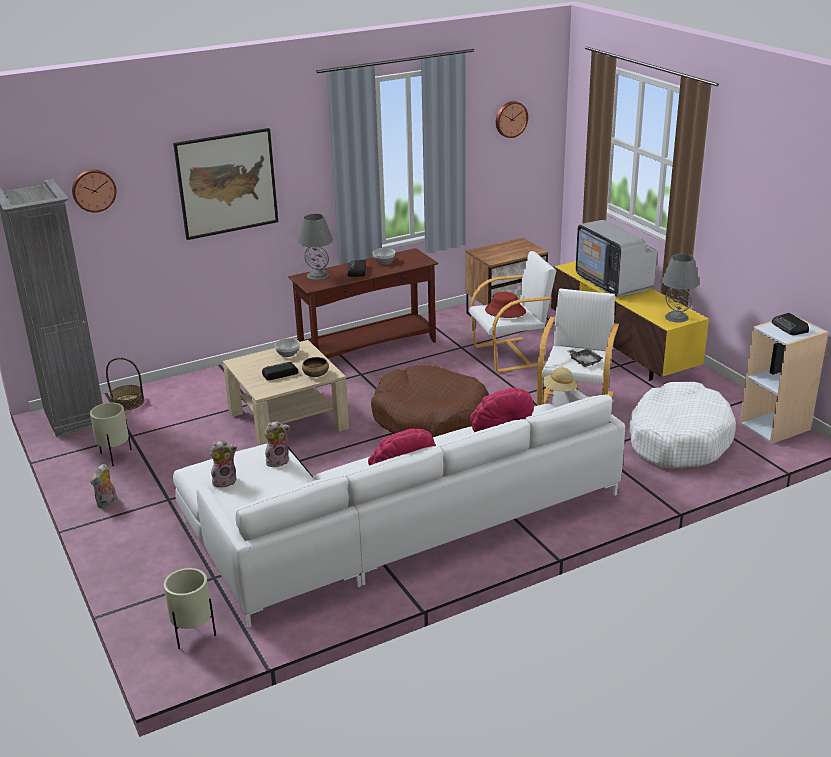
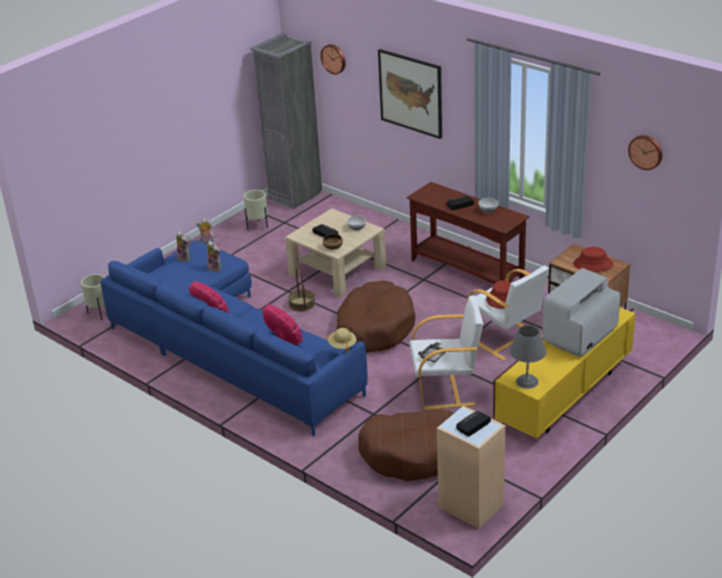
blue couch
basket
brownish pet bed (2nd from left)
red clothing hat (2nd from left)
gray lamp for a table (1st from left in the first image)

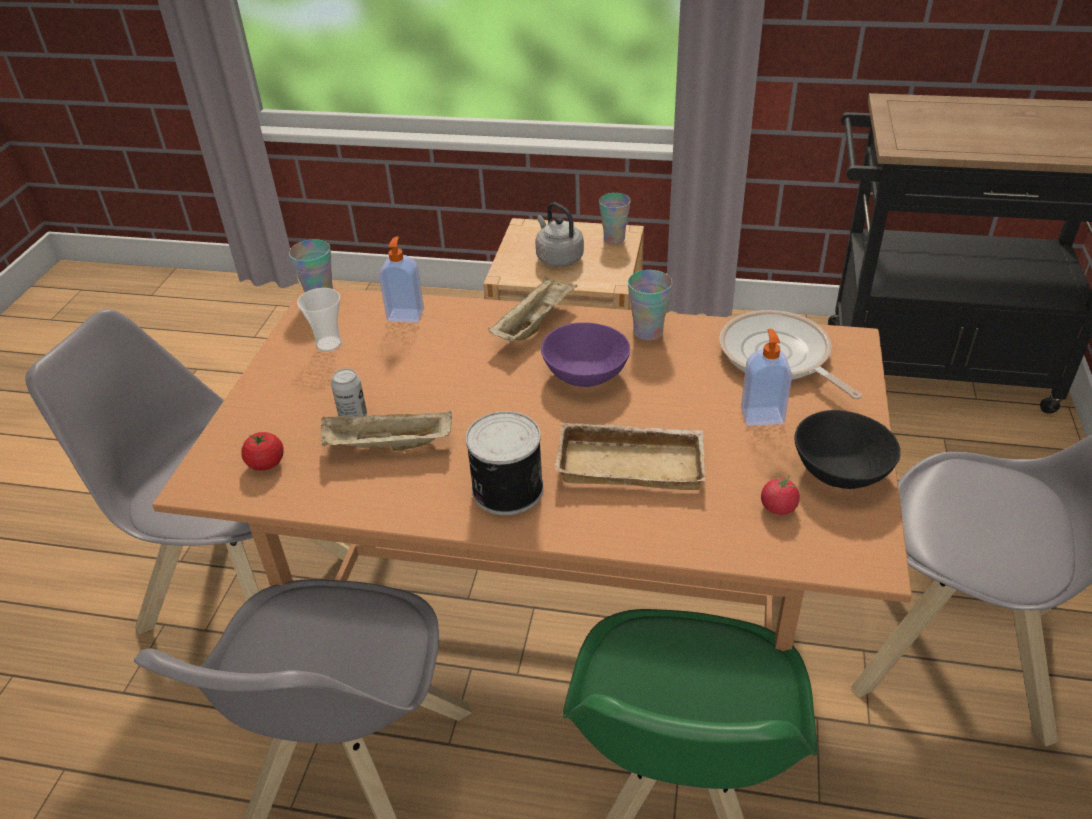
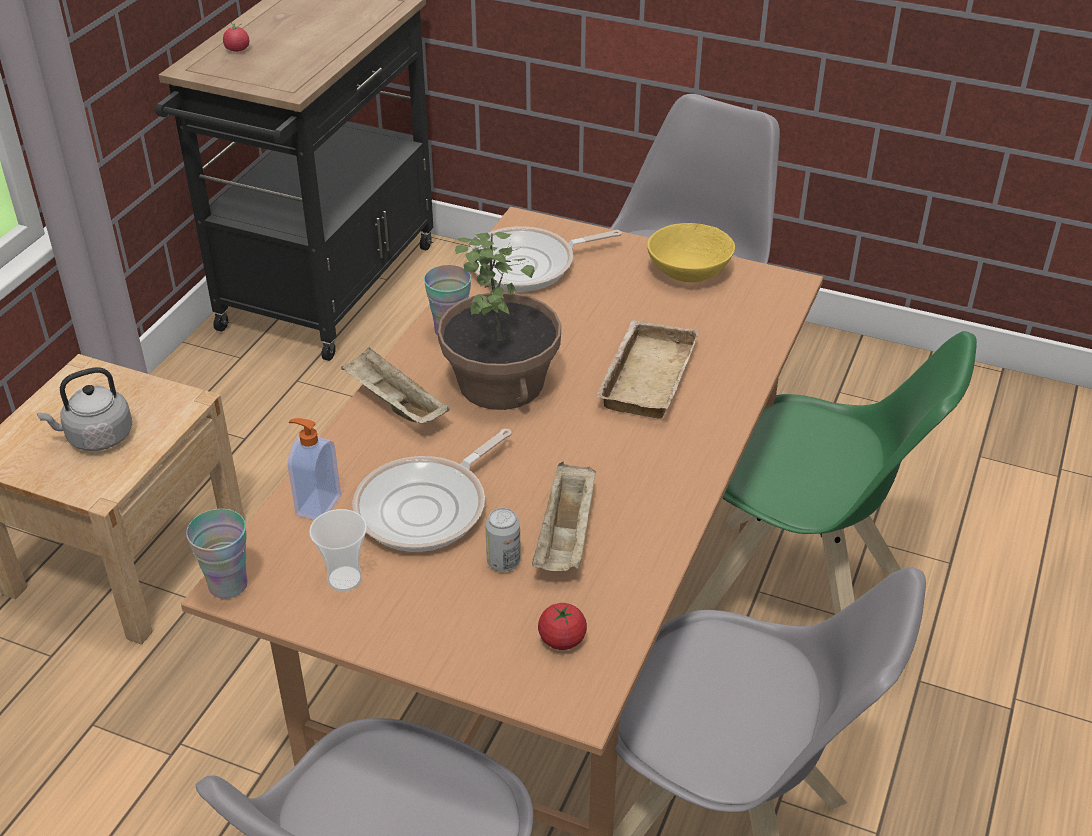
fresh tomato (1st from left)
pan (1st from left)
houseplant
yellowish bowl
metal can (2nd from left in the first image)
cup (3rd from left in the first image)
liquid soap bottle (2nd from left in the first image)

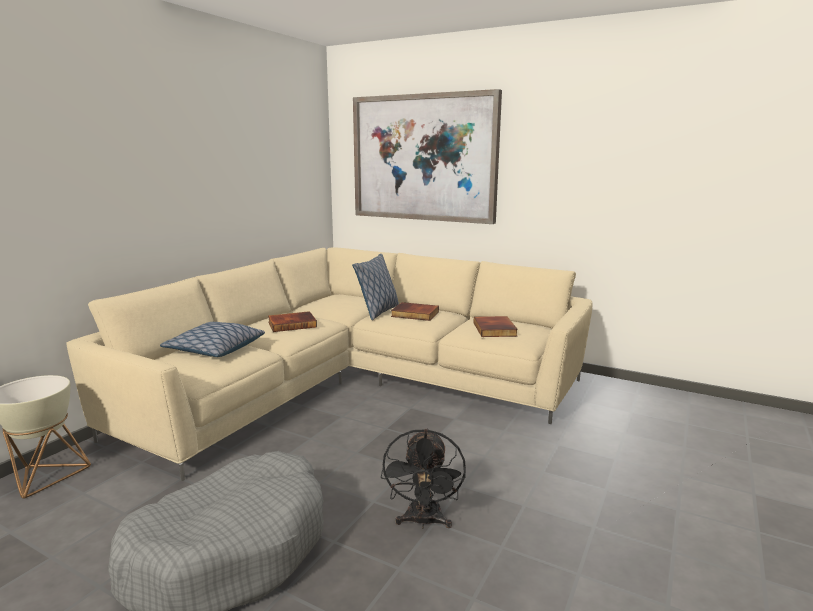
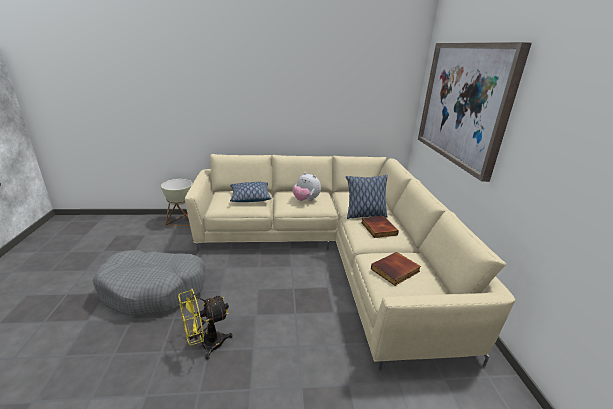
yellowish fan
cuddly toy

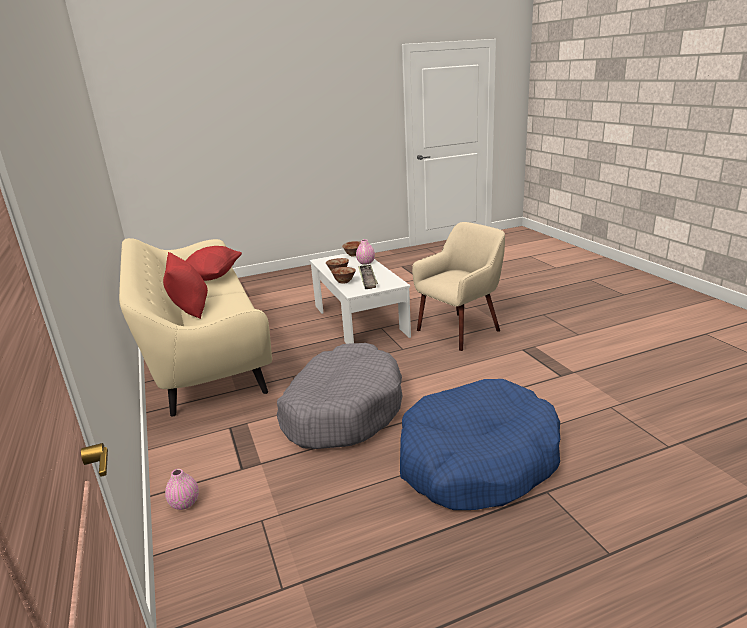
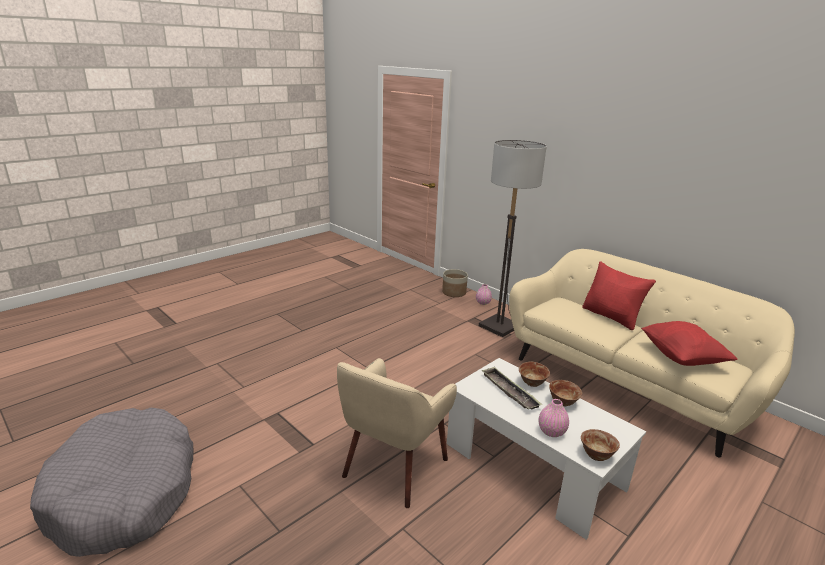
gray pet bed
plant pot
floor lamp
blue pet bed

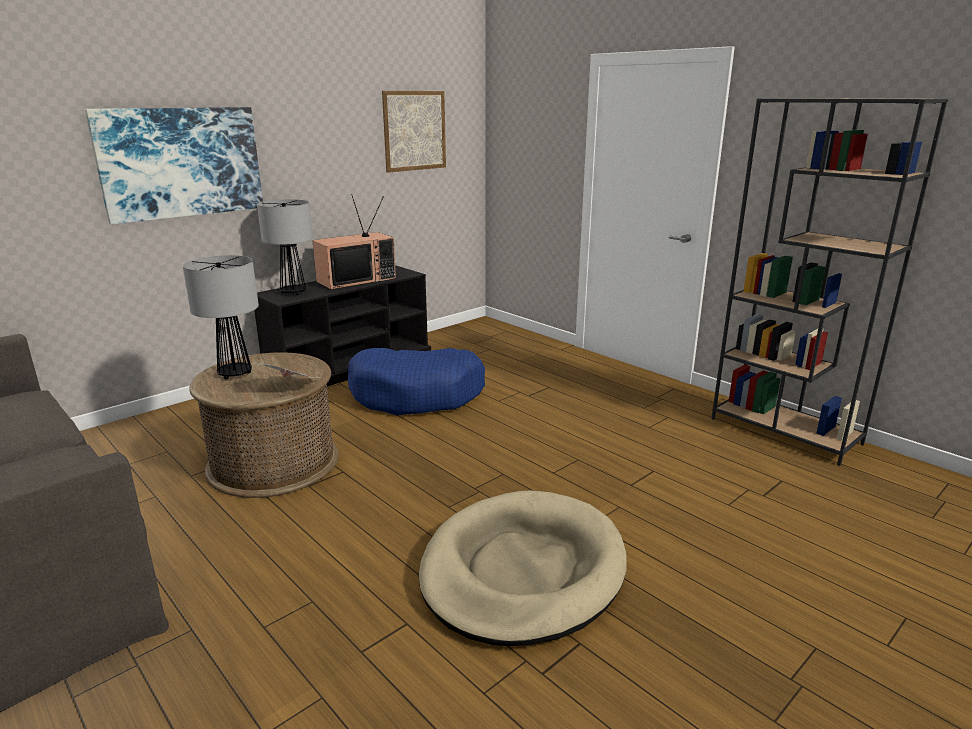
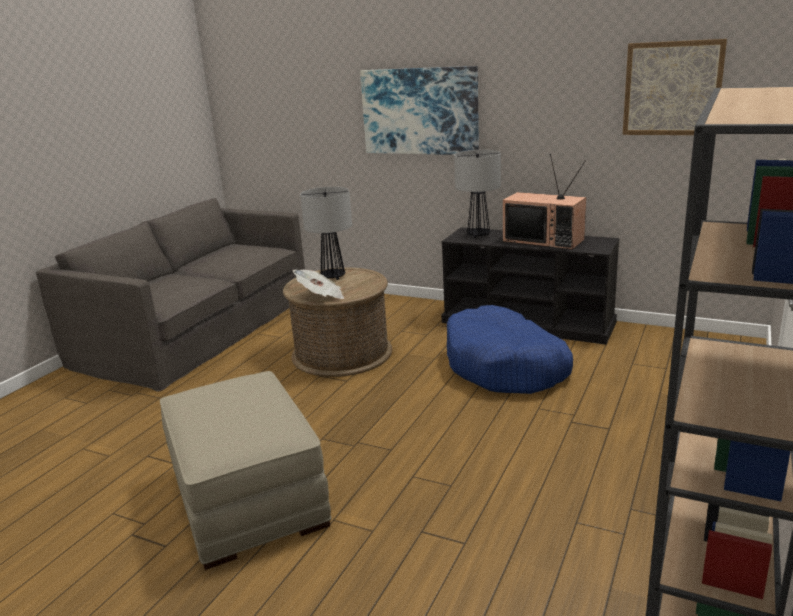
beige-coloured pouffe

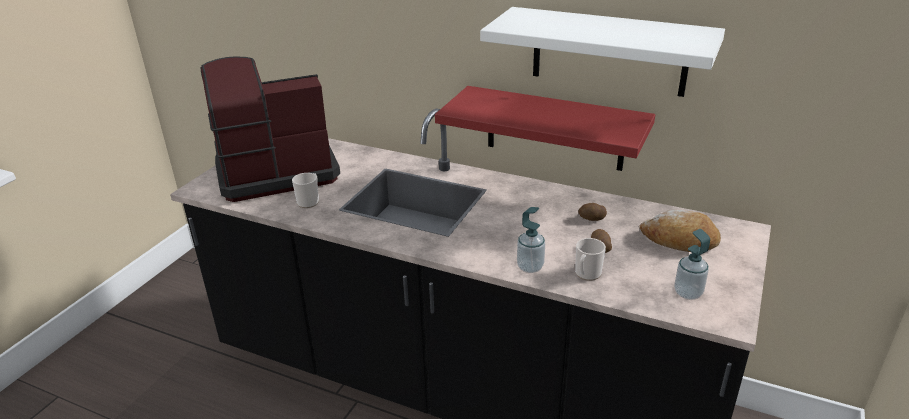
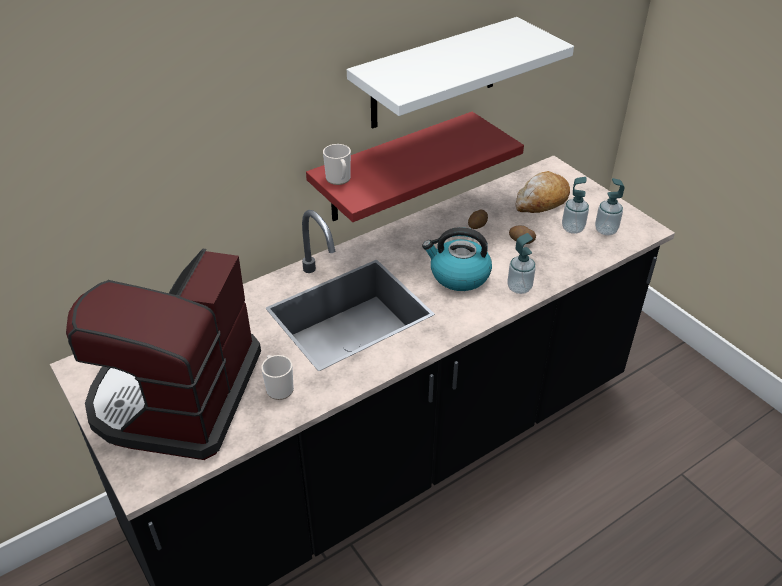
coffee mug (2nd from left)
water kettle
liquid soap bottle (2nd from left)

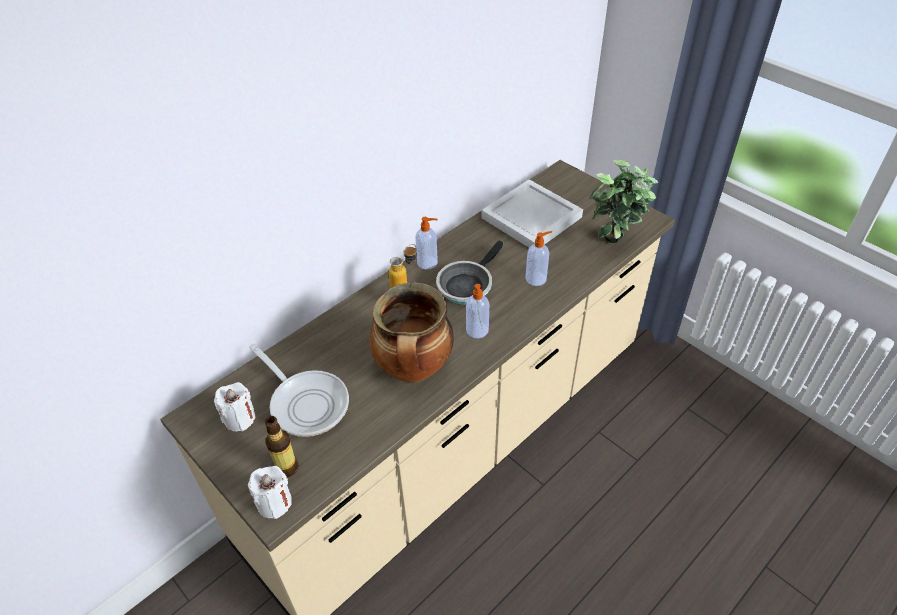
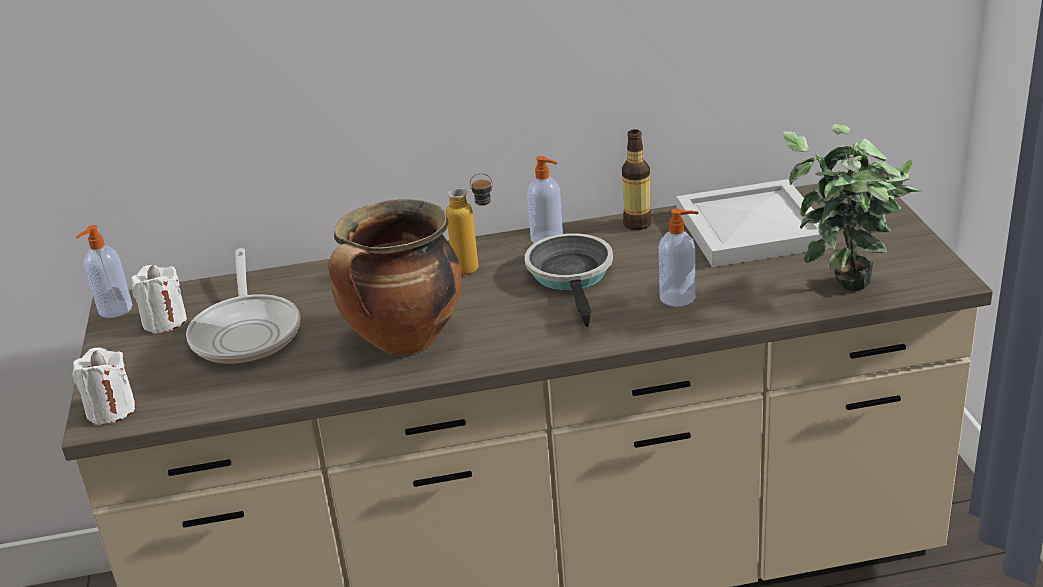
liquid soap bottle (1st from left)
pan (2nd from left)
drink bottle (2nd from left)

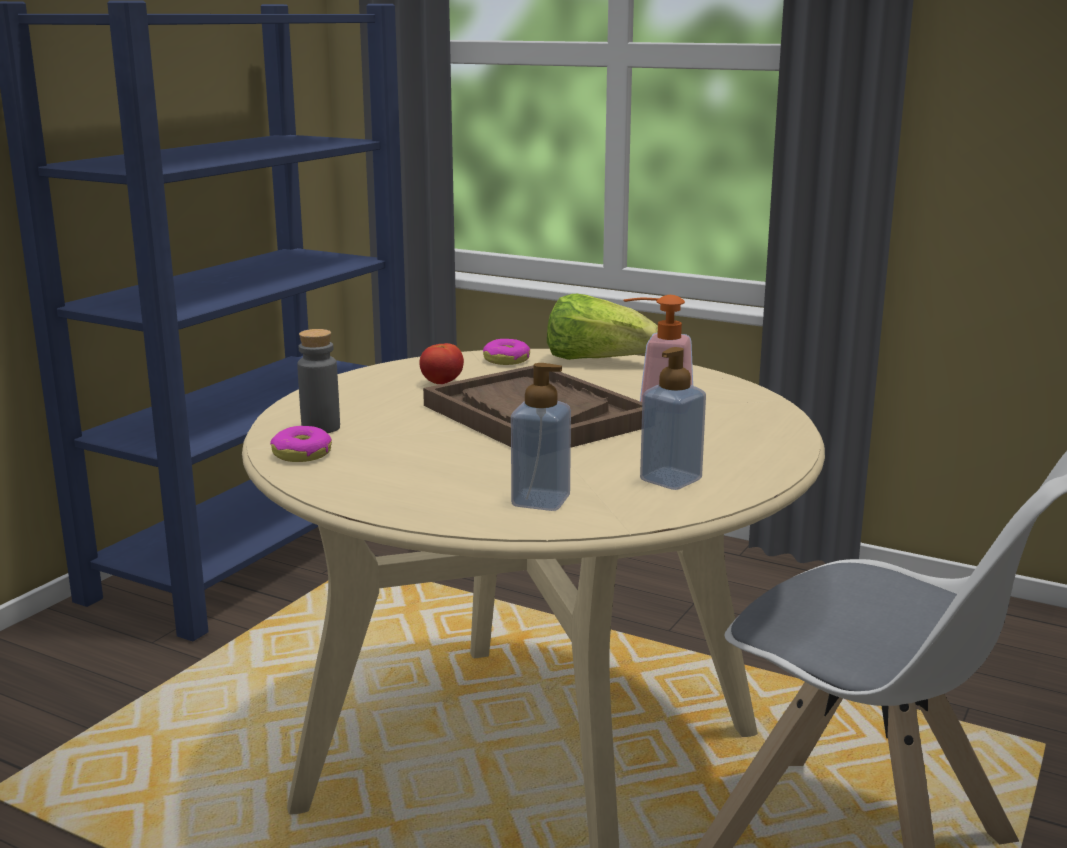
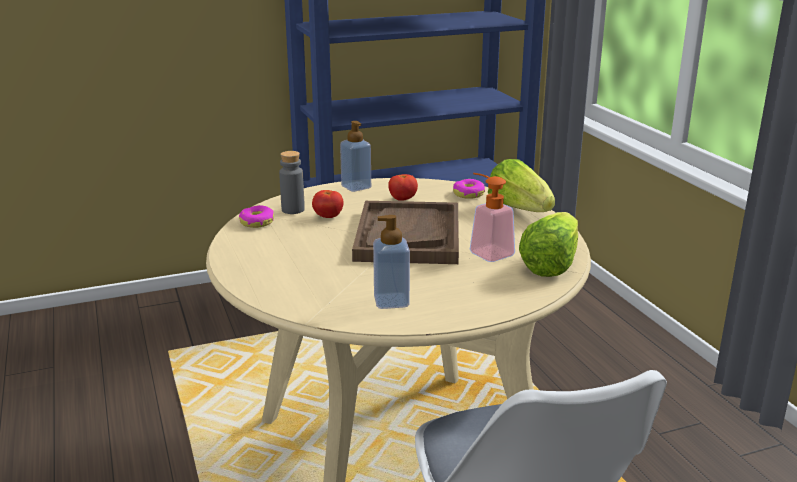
fresh tomato (1st from left)
liquid soap bottle (1st from left)
lettuce head (2nd from left)

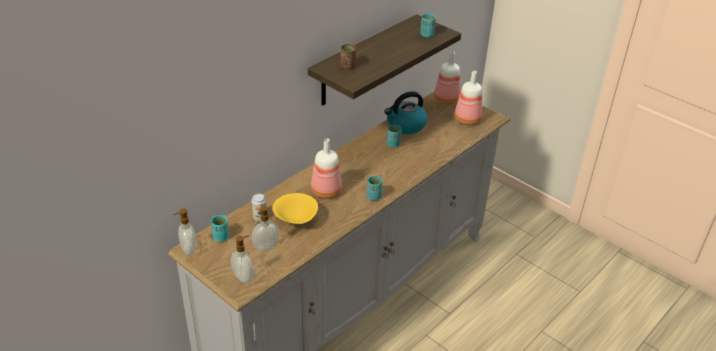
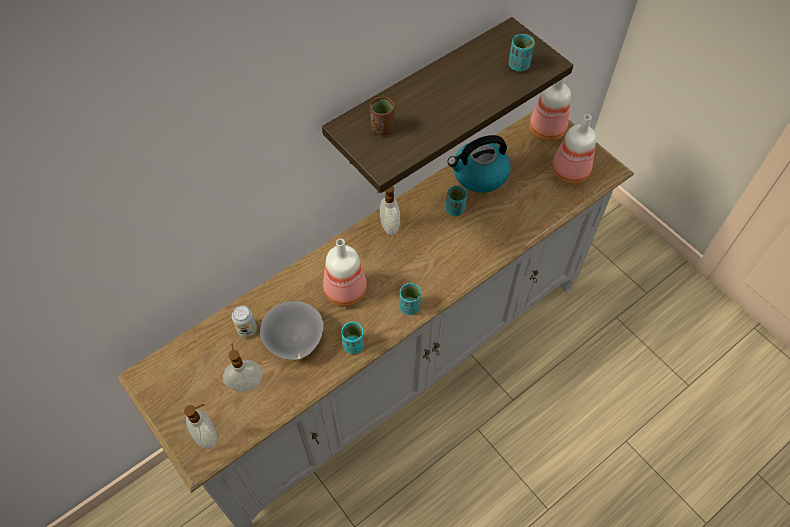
gray bowl
turquoise-coloured cup (1st from left)
liquid soap bottle (3rd from left)

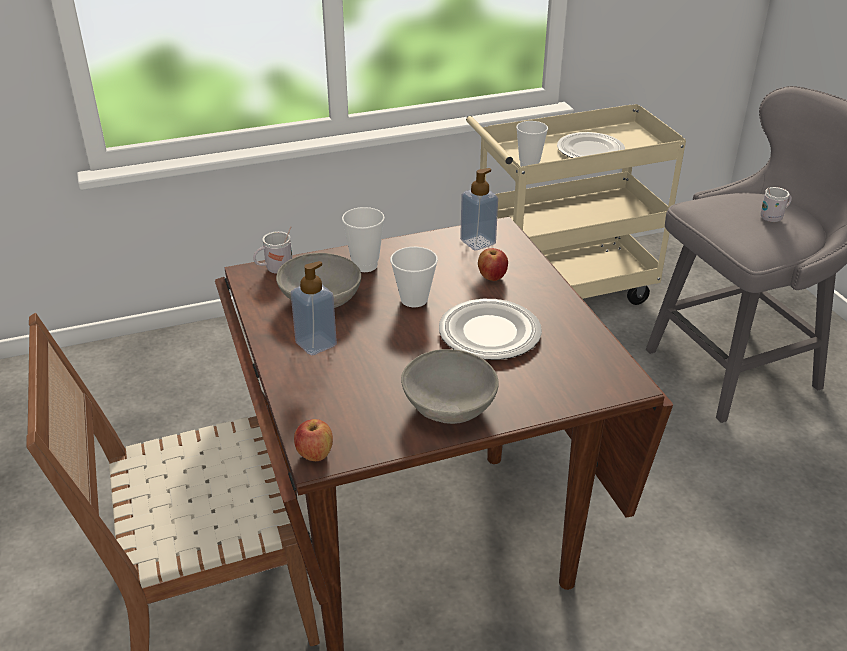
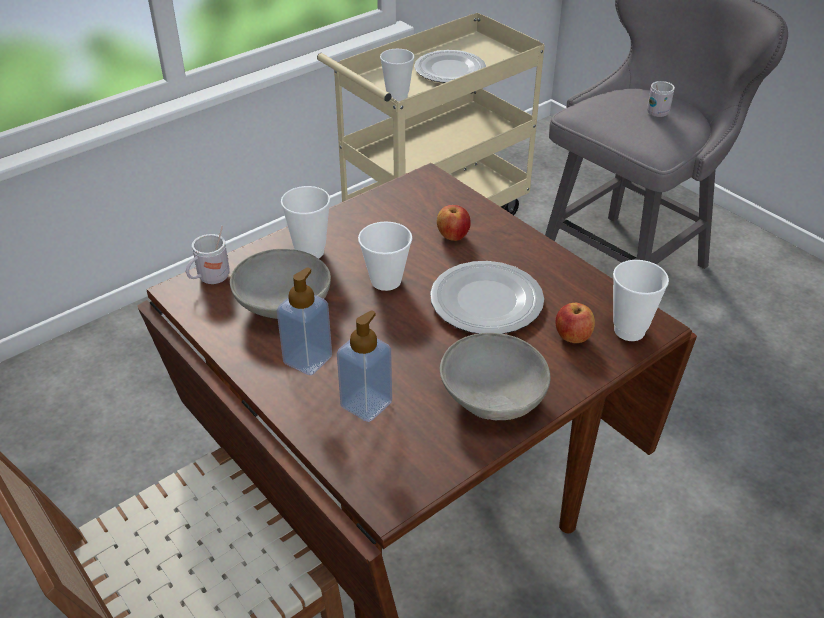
liquid soap bottle (2nd from left)
apple (2nd from left)
cup (4th from left)

